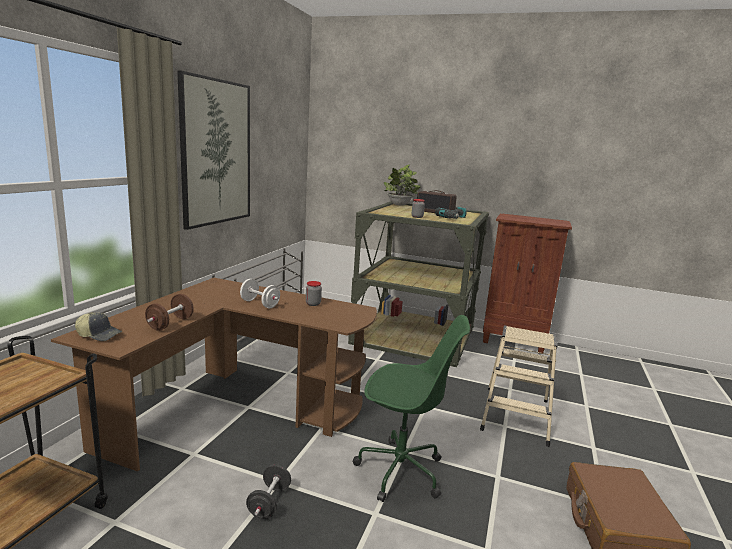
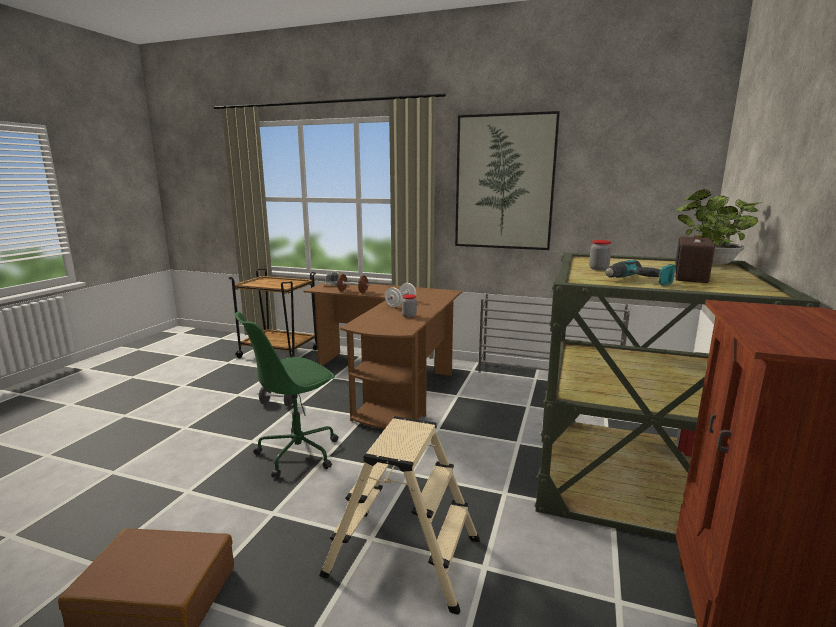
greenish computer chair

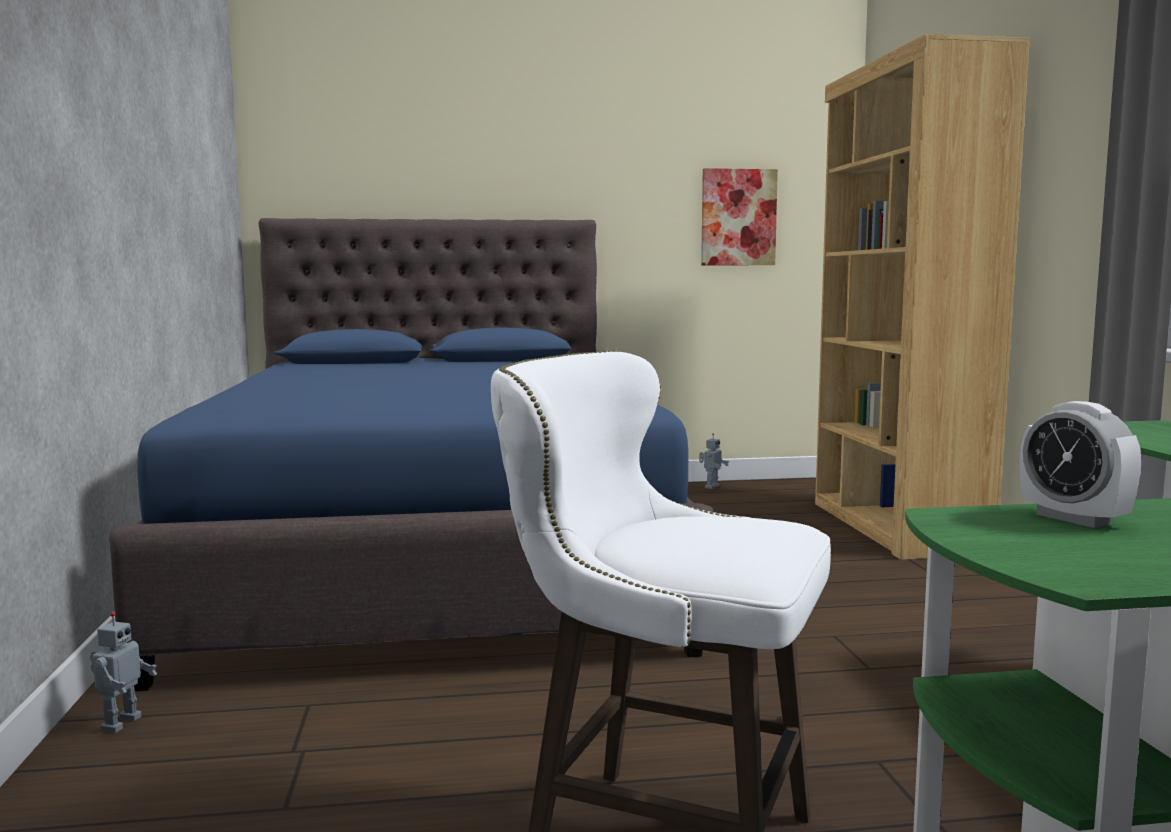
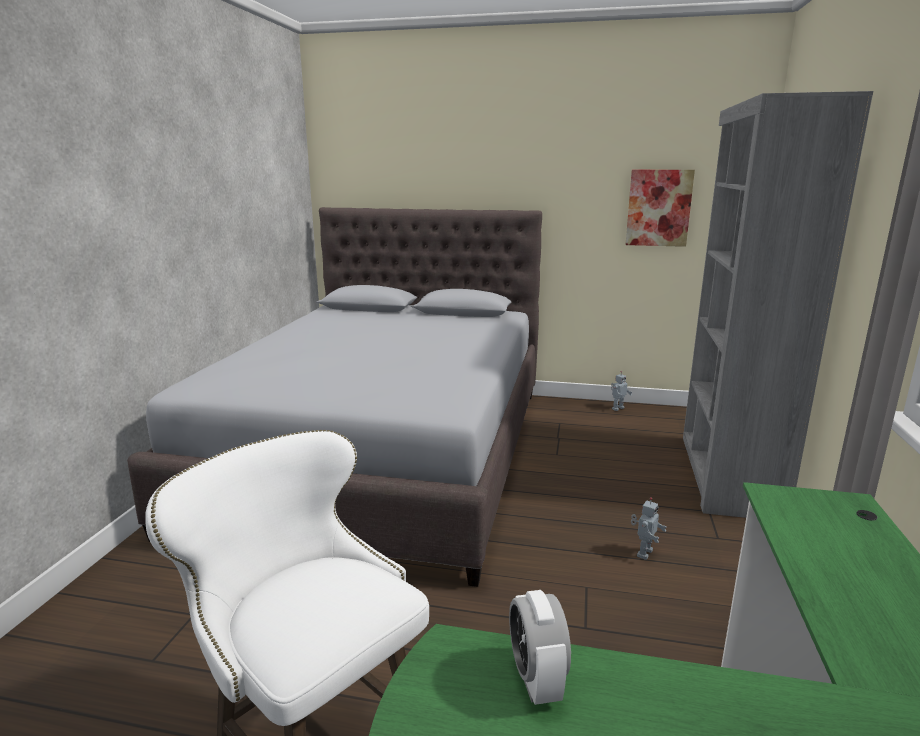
gray bedroom bed
robot figure (2nd from left)
gray bookcase

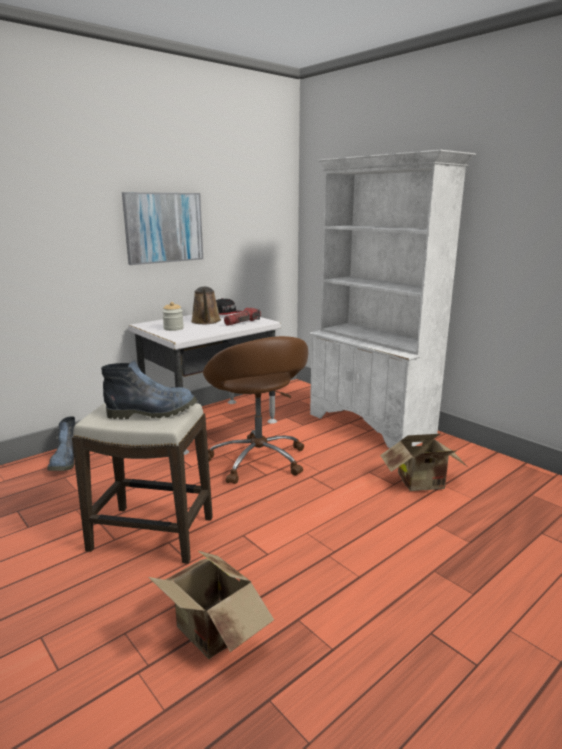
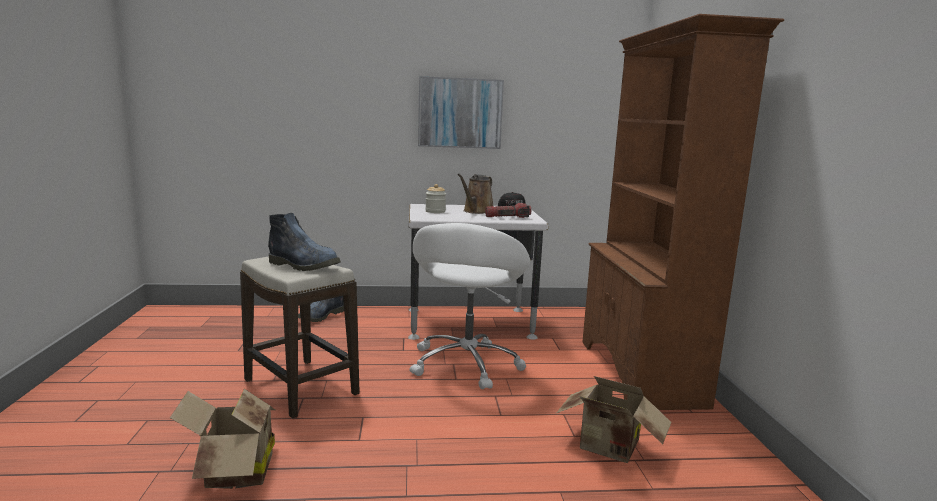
white computer chair
brownish bookcase

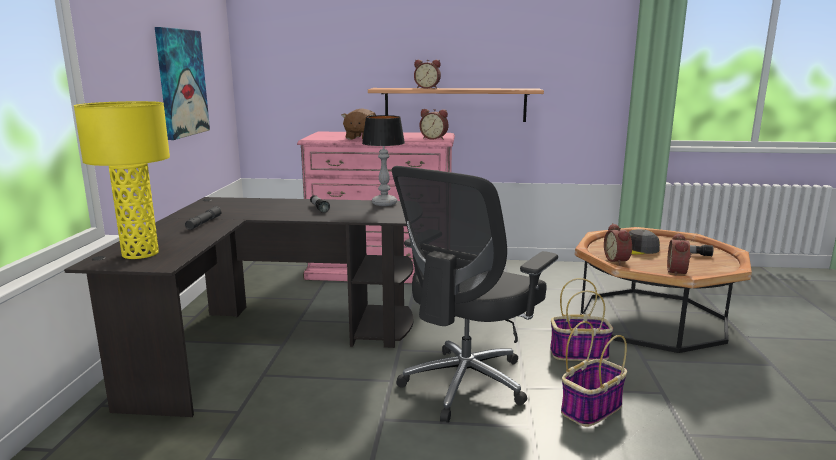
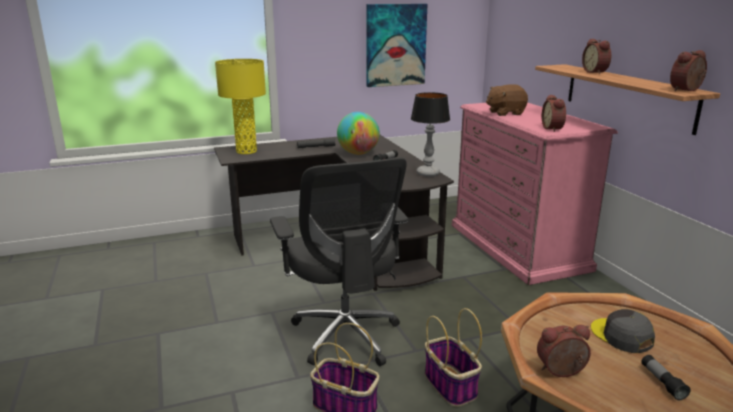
computer chair
world globe
bedside clock (4th from left)

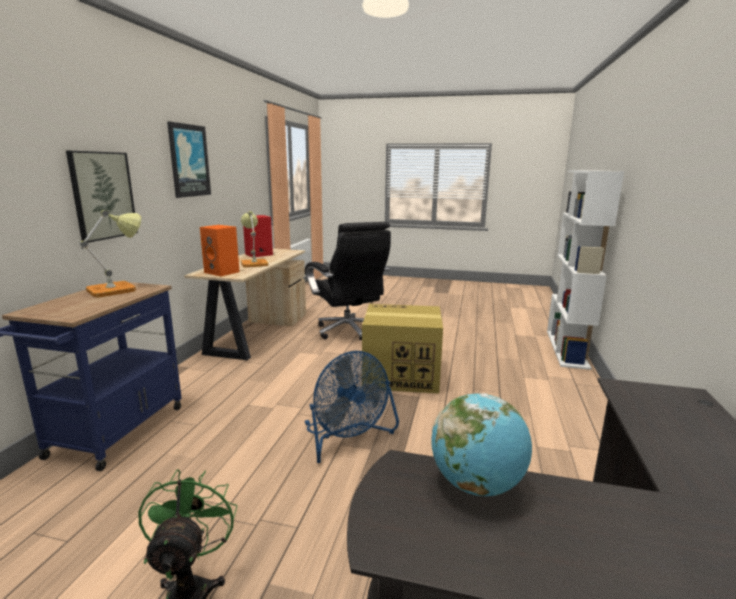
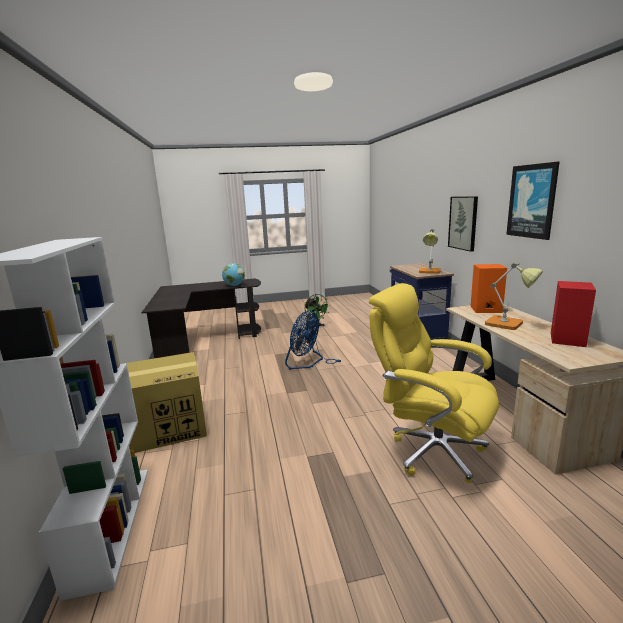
cardboard box
yellowish computer chair

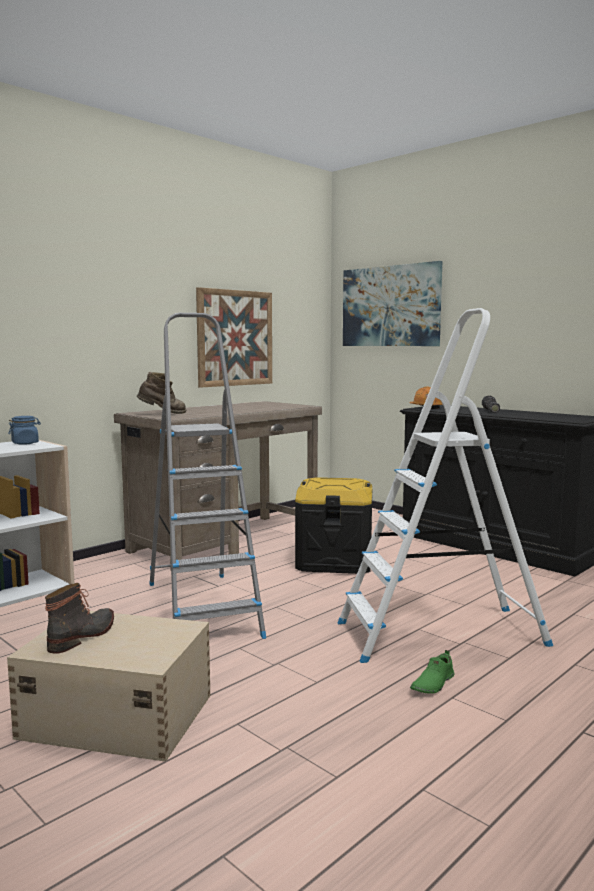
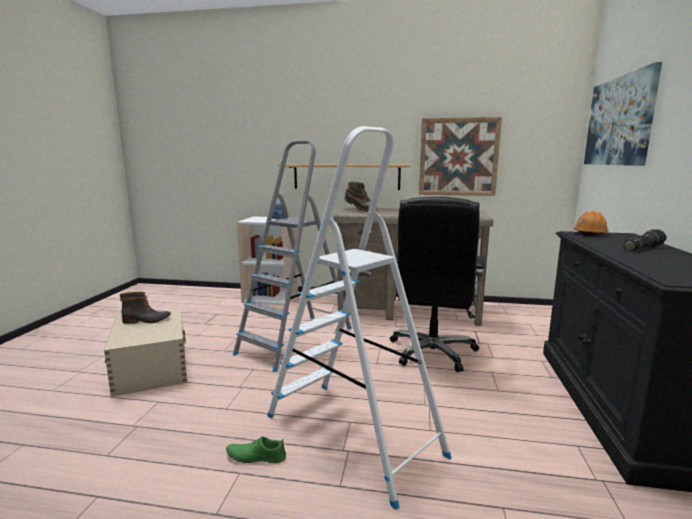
wall shelf
black-coloured computer chair

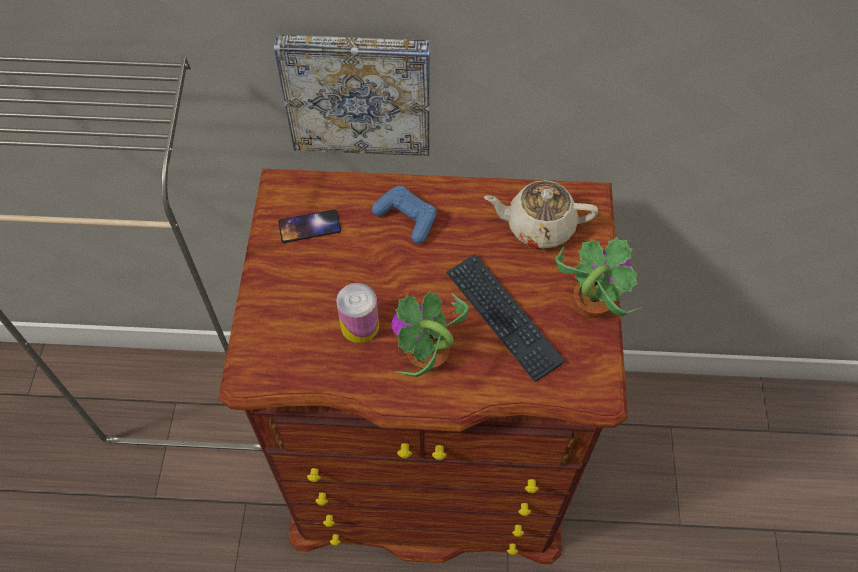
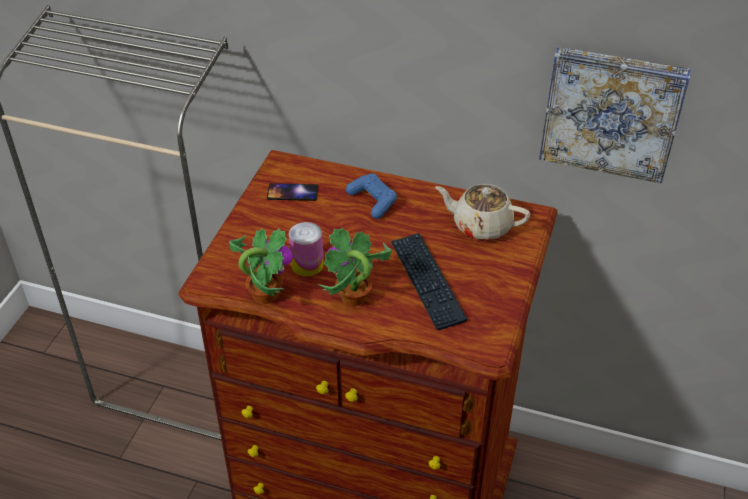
houseplant (1st from left)
wall picture

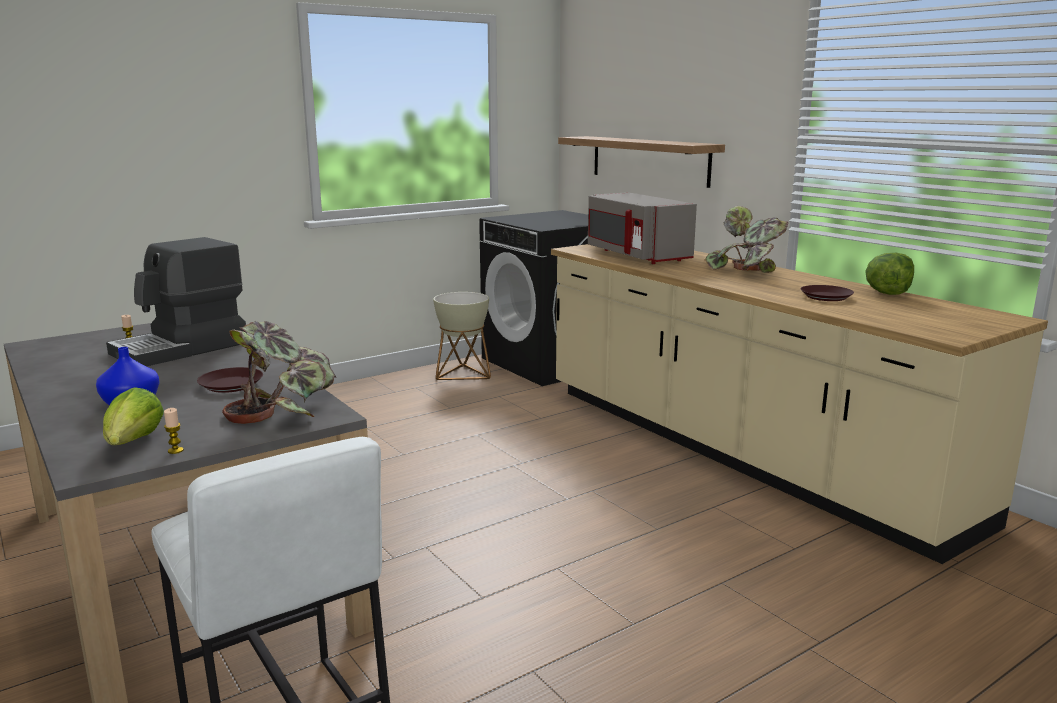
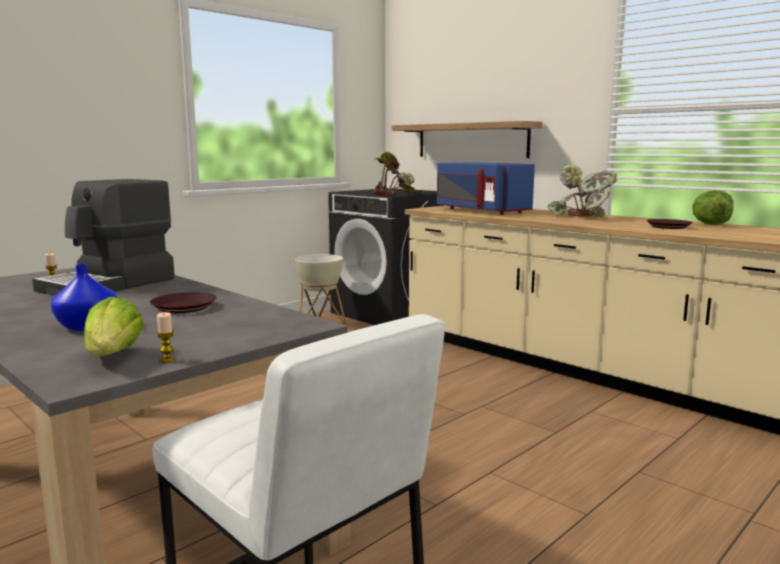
houseplant (1st from left)
blue microwave oven

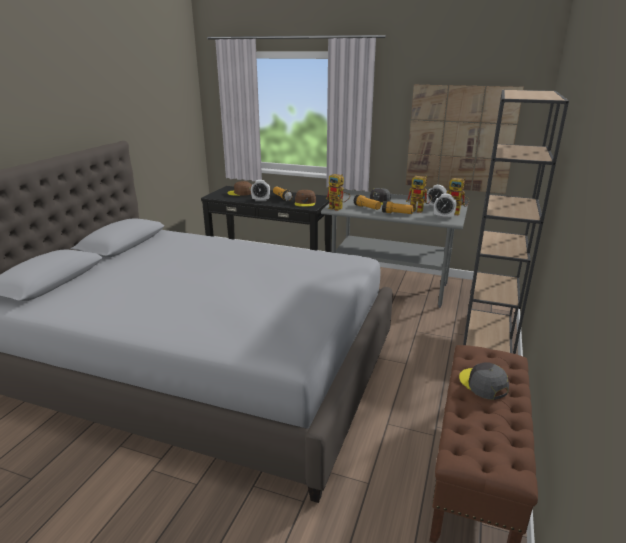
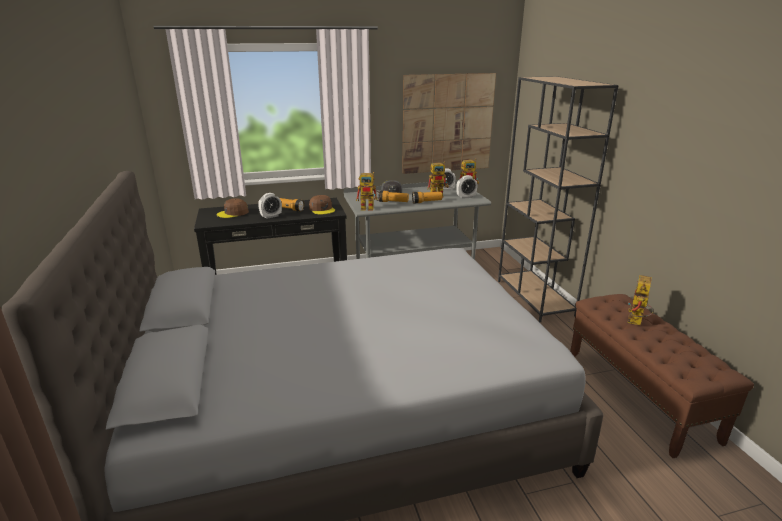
robot figure (4th from left)

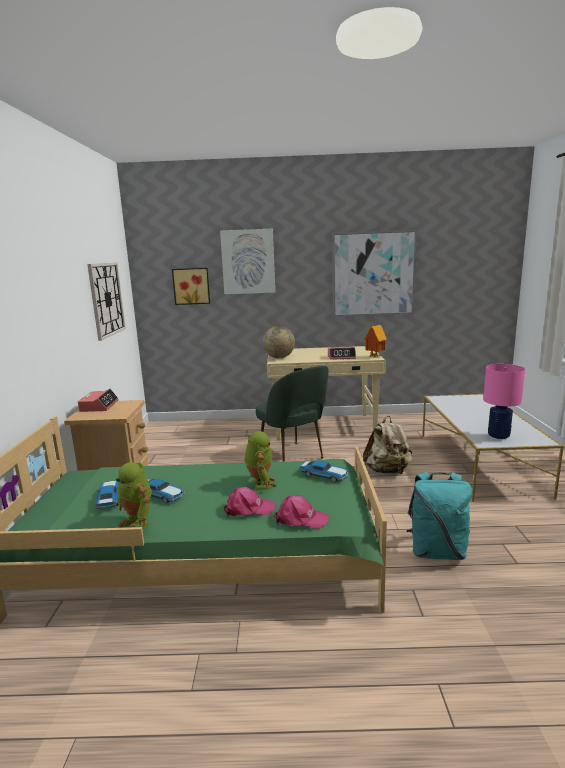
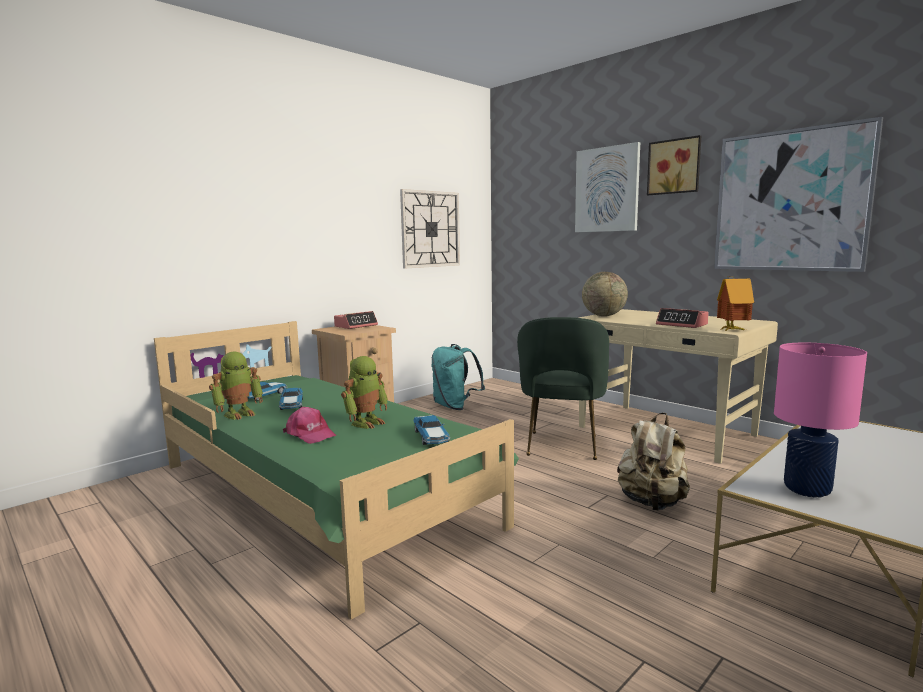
robot figure (1st from left)
turquoise-coloured backpack
wall picture (2nd from left)
pinkish cap (2nd from left in the first image)

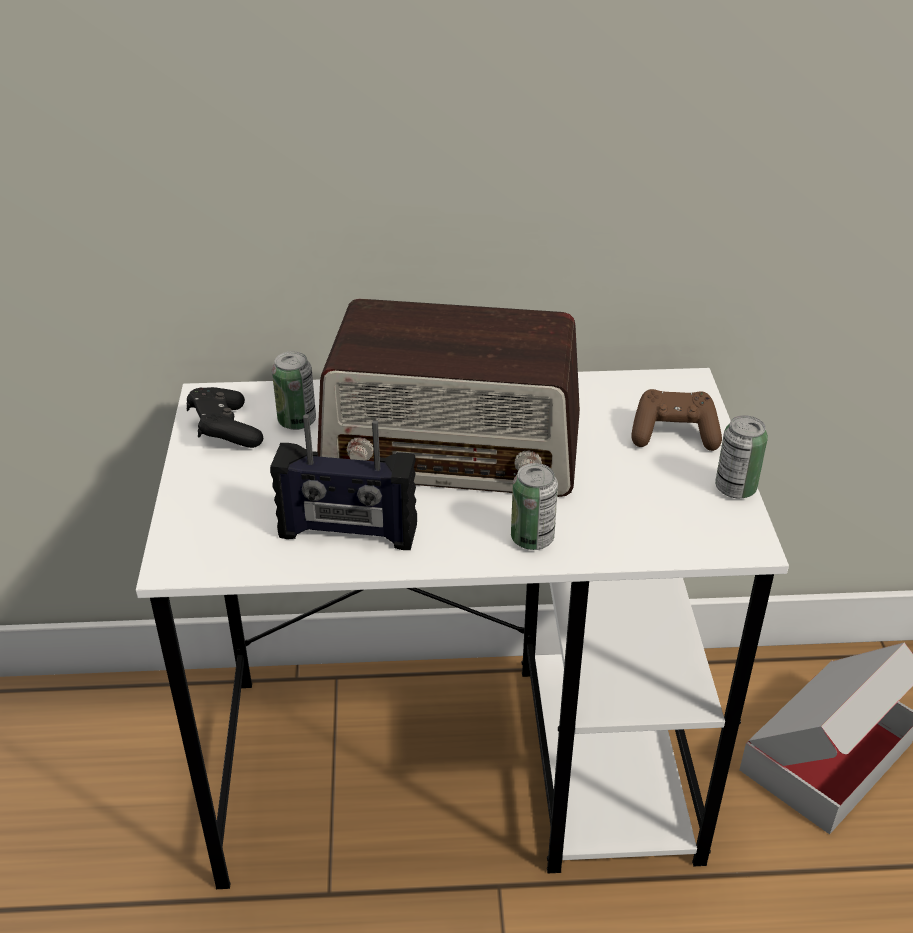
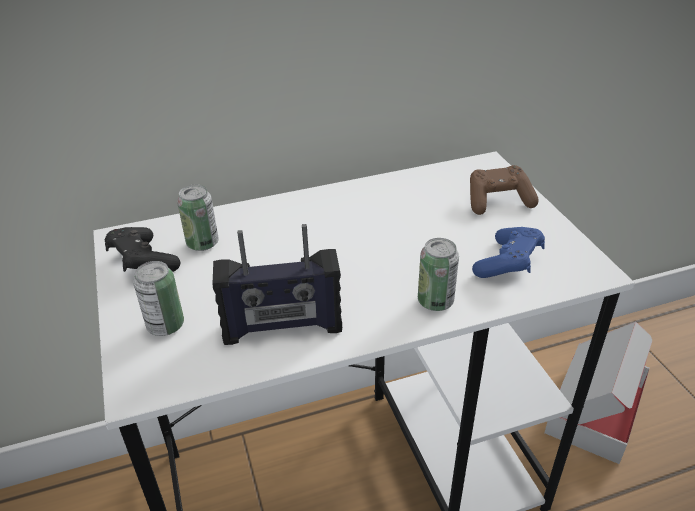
metal can (1st from left)
blue joypad
radio receiver (2nd from left in the first image)

